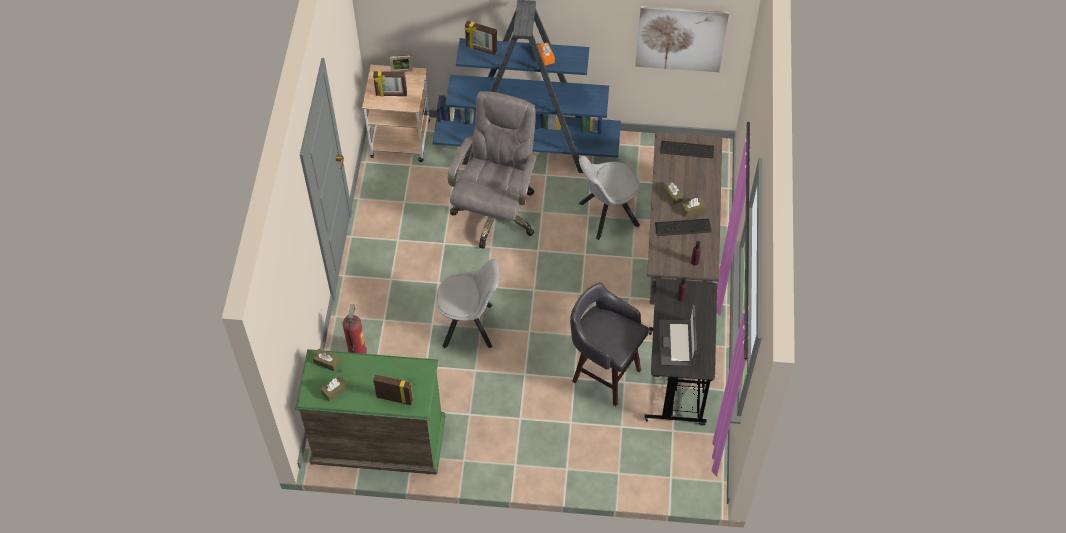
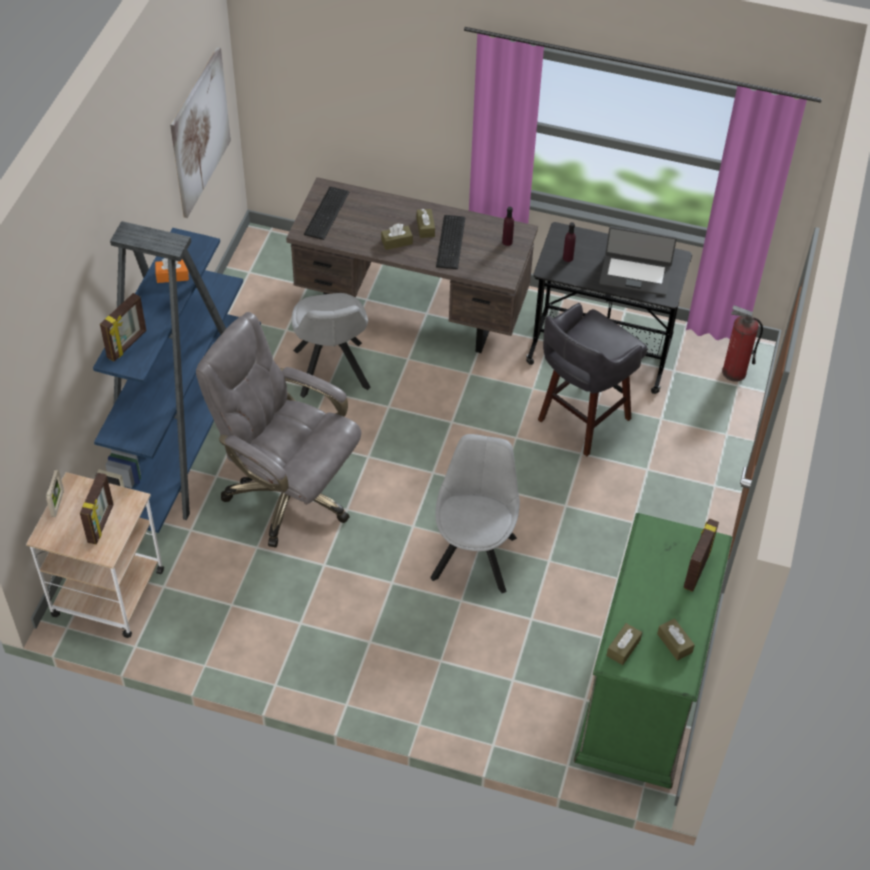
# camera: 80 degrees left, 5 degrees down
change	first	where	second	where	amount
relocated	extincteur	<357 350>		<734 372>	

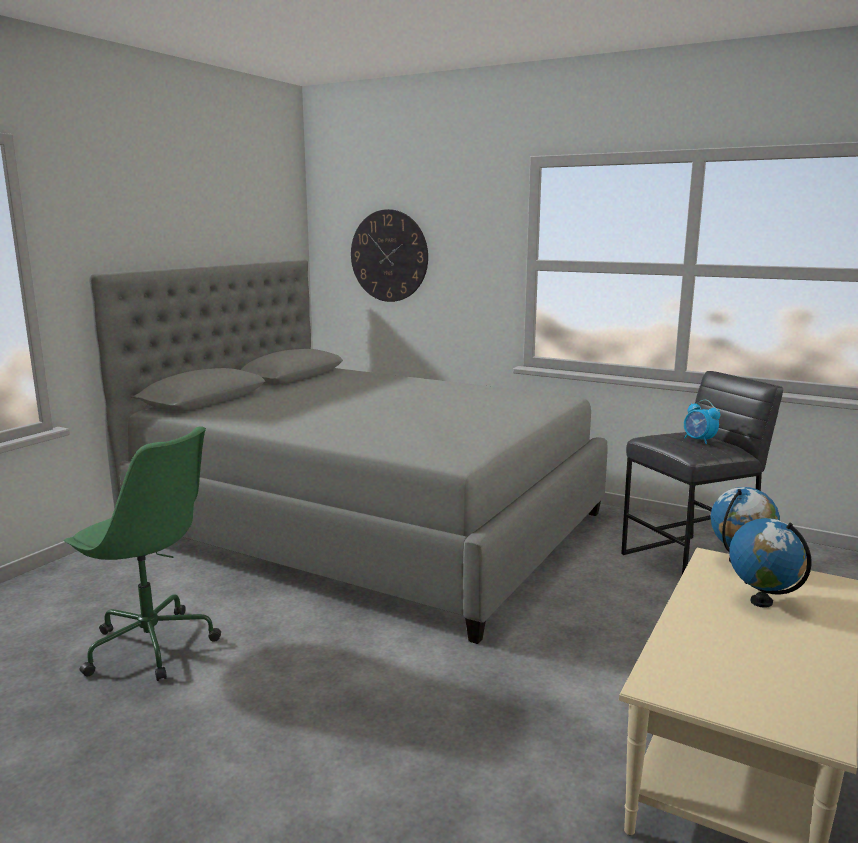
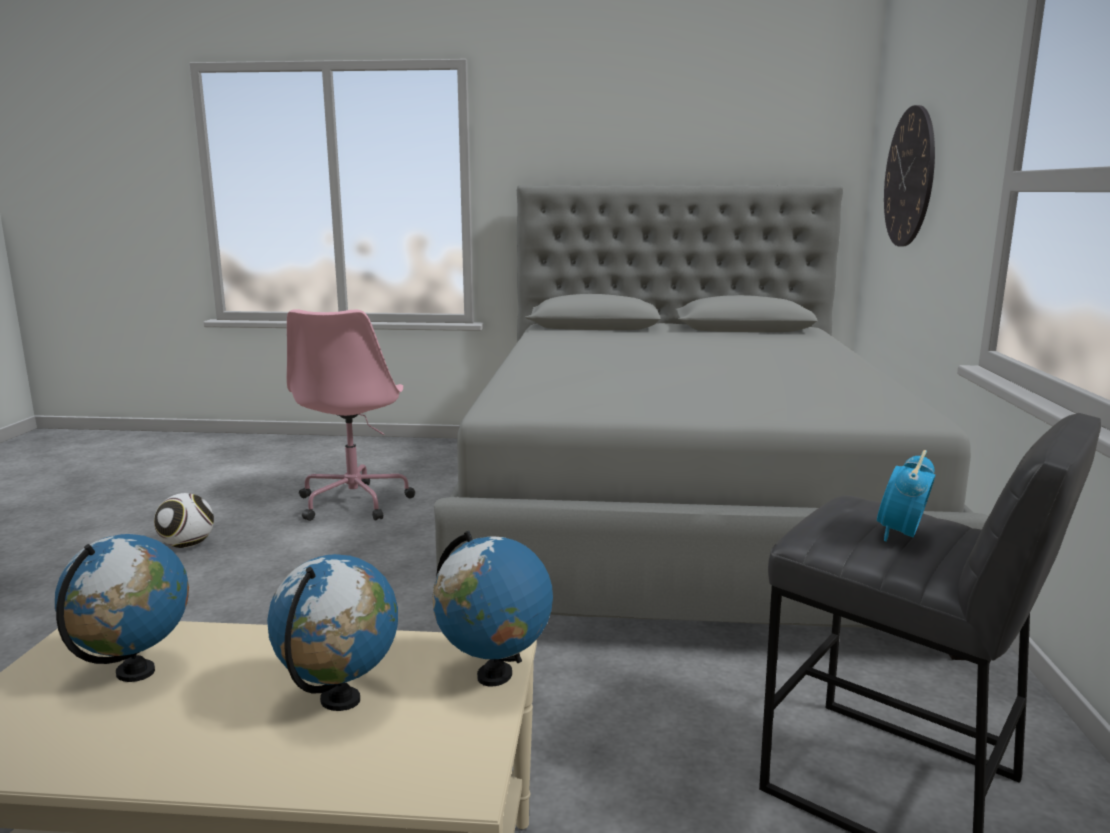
# camera: 65 degrees right, 0 degrees up
change	first	where	second	where	amount
appeared			globe	<135 672>	
appeared			ballon de foot	<187 545>	
colour	chaise de bureau [vert]	<153 647>	chaise de bureau [rose]	<353 504>	

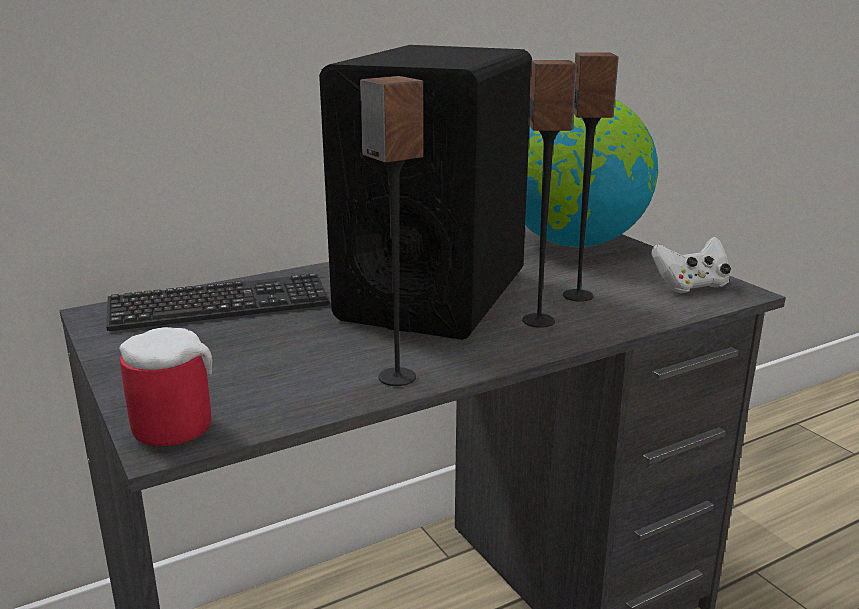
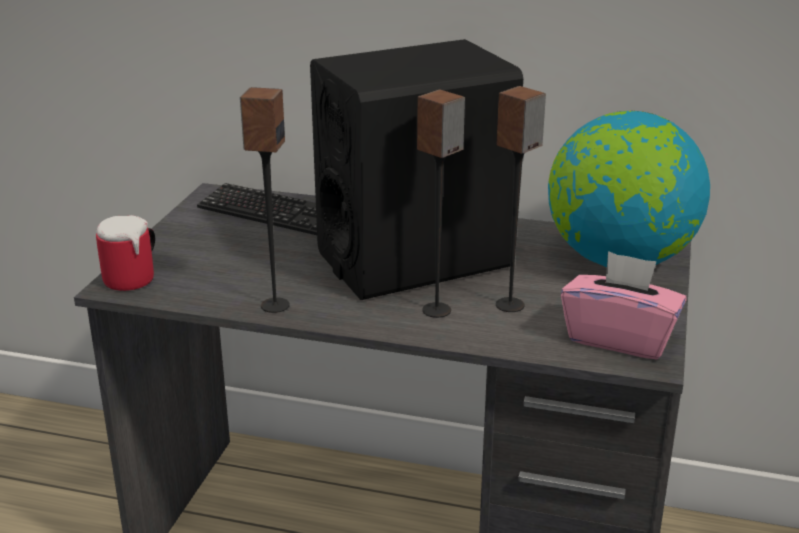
# camera: 45 degrees right, 5 degrees up
change	first	where	second	where	amount
exchanged	manette [blanc]	<691 286>	boîte à mouchoirs [rose]	<620 338>	

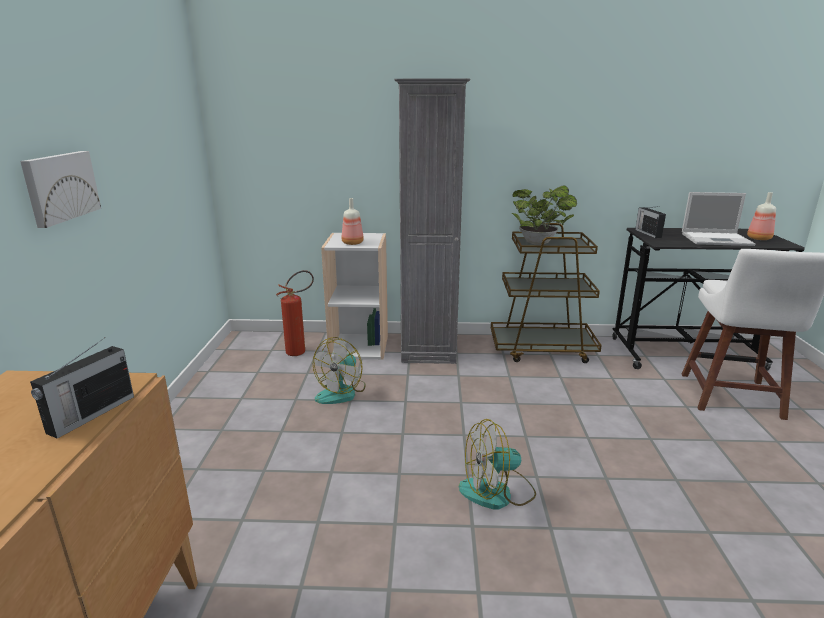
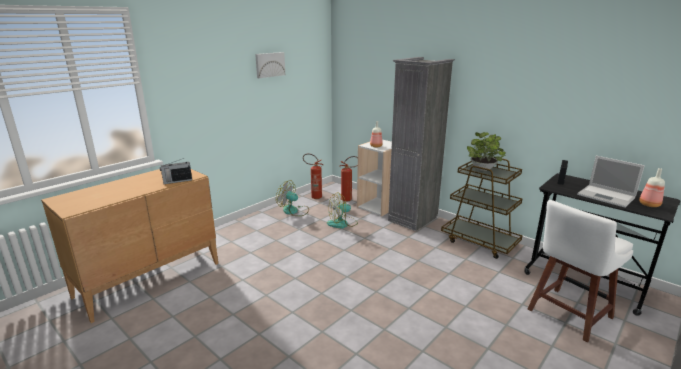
# camera: 40 degrees right, 0 degrees up
change	first	where	second	where	amount
appeared			extincteur	<313 197>	
relocated	tableau	<60 187>		<269 64>	
relocated	ventilateur	<497 492>		<294 211>	

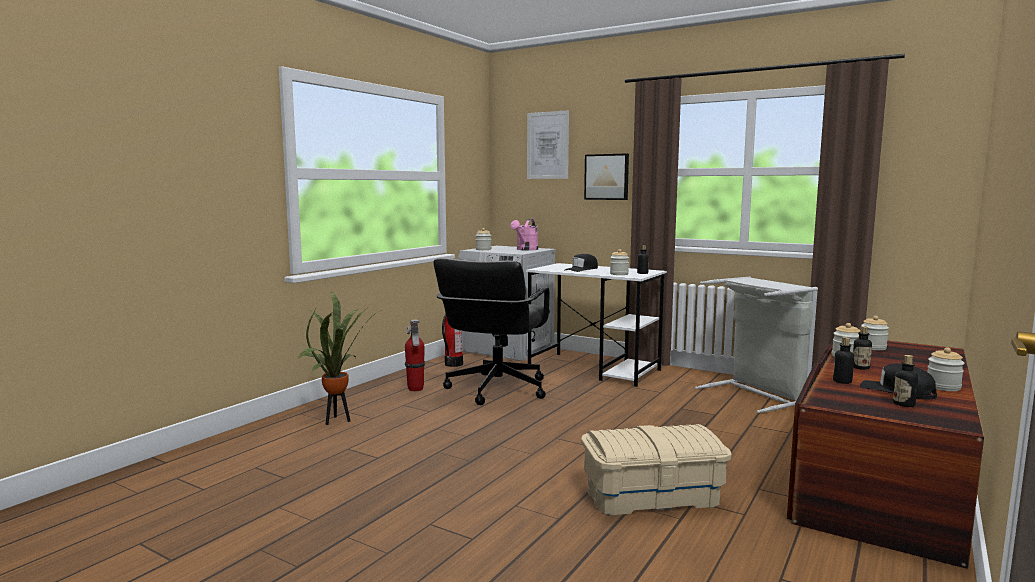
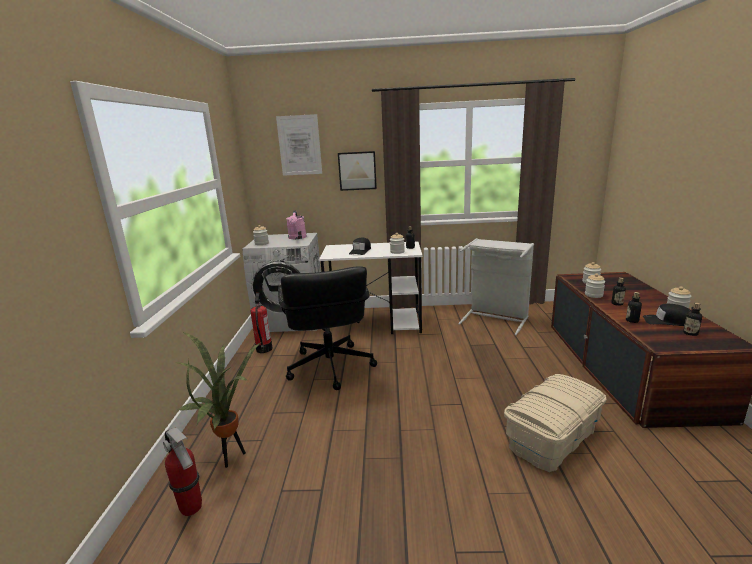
# camera: 30 degrees left, 10 degrees up
change	first	where	second	where	amount
relocated	extincteur	<415 389>		<191 508>	

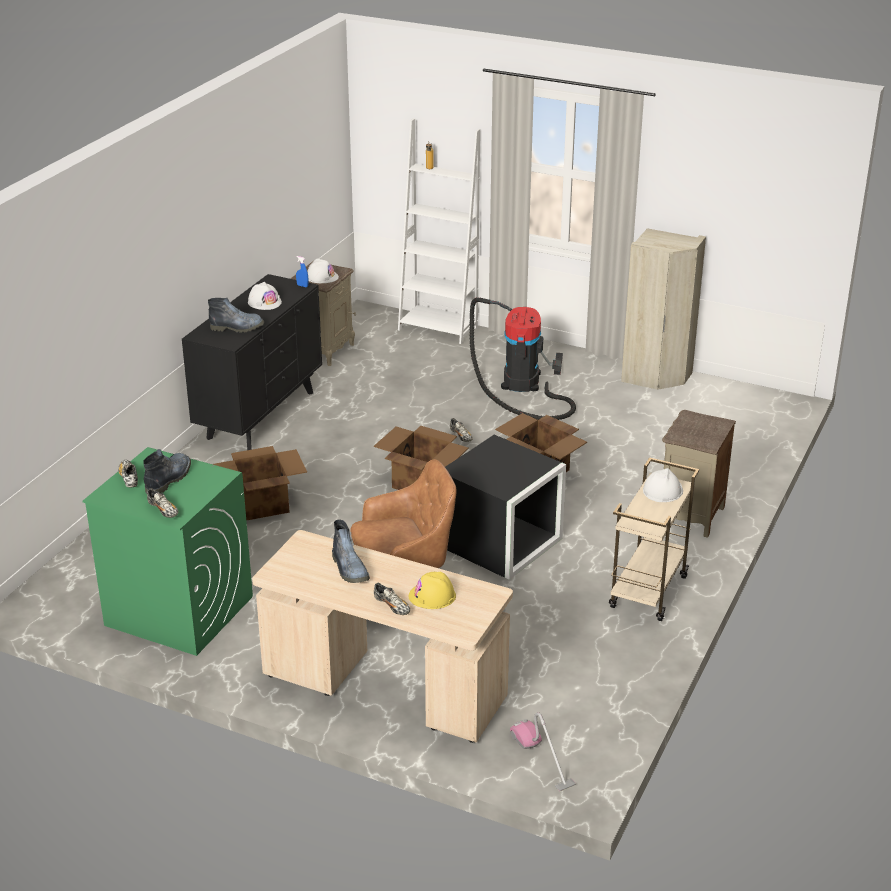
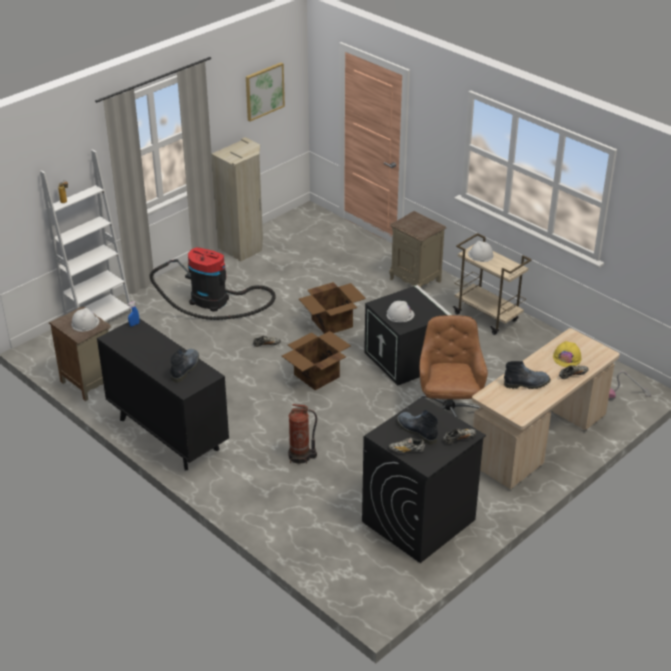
# camera: 70 degrees left, 5 degrees up
change	first	where	second	where	amount
appeared			tableau	<264 91>	
relocated	casque de chantier [blanc]	<264 302>		<400 315>	
exchanged	carton	<261 504>	extincteur	<301 456>	
colour	lave-linge [vert]	<178 611>	lave-linge [noir]	<418 521>	

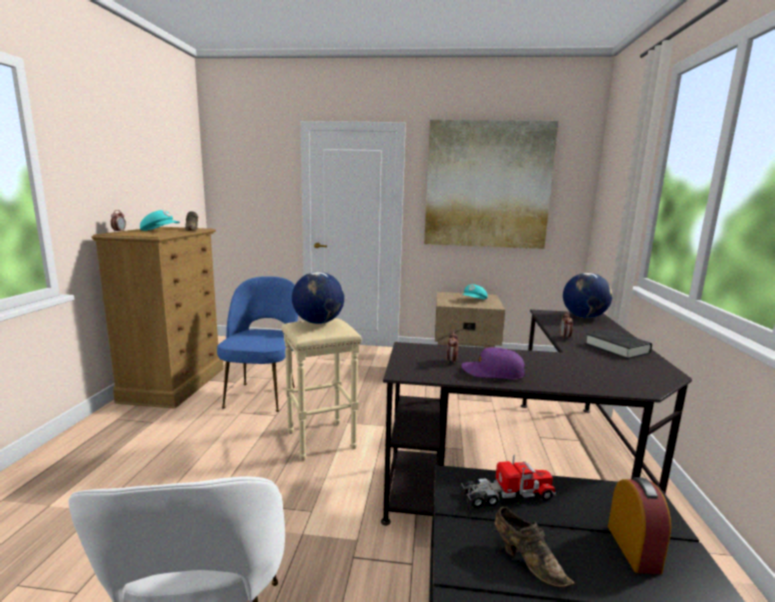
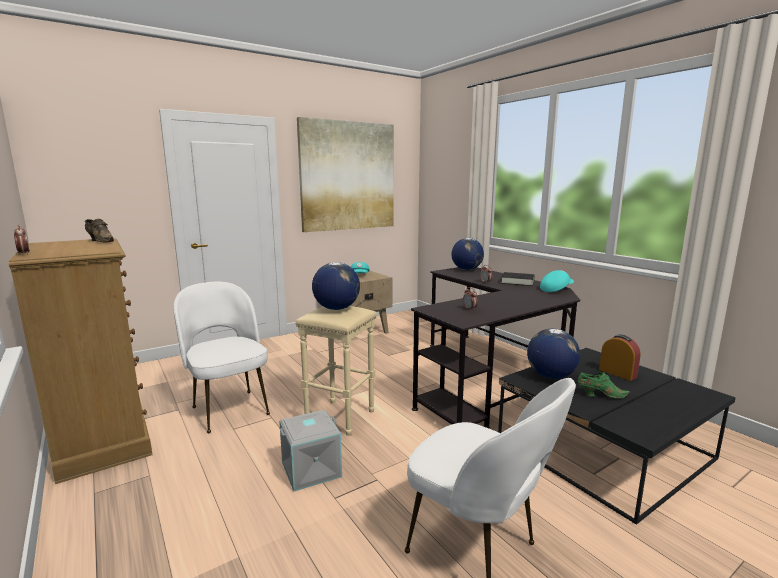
# camera: 40 degrees left, 0 degrees up
change	first	where	second	where	amount
missing	casquette [violet]	<492 372>			
appeared			boîte de rangement [gris]	<311 470>	
relocated	casquette [turquoise]	<160 231>		<556 289>	
exchanged	camion jouet	<507 496>	globe	<550 376>	
colour	chaise [bleu]	<263 394>	chaise [blanc]	<229 408>	
colour	chaussure [marron]	<527 560>	chaussure [vert]	<600 395>	

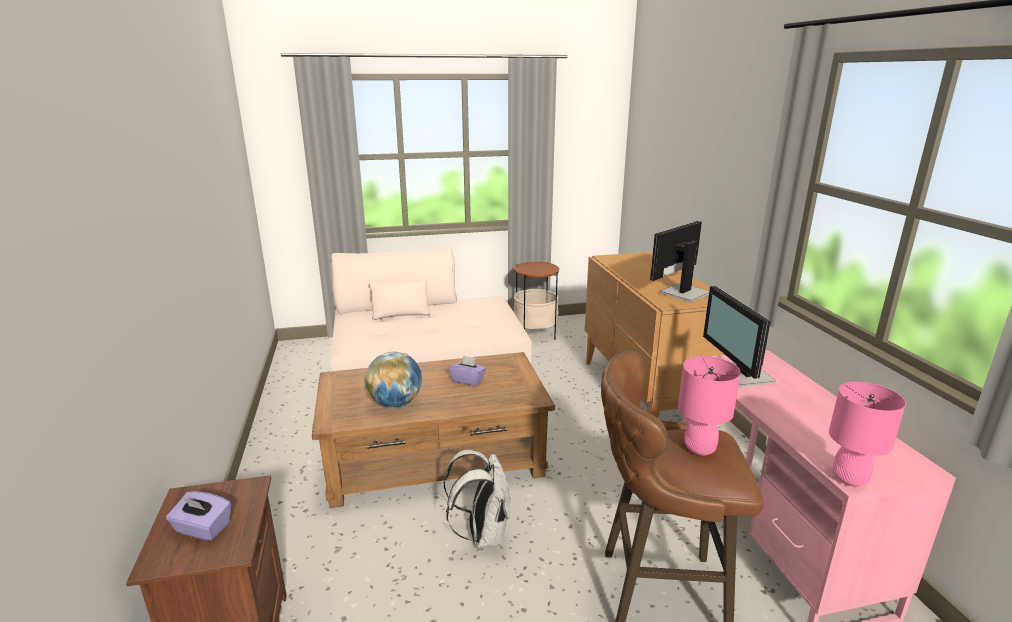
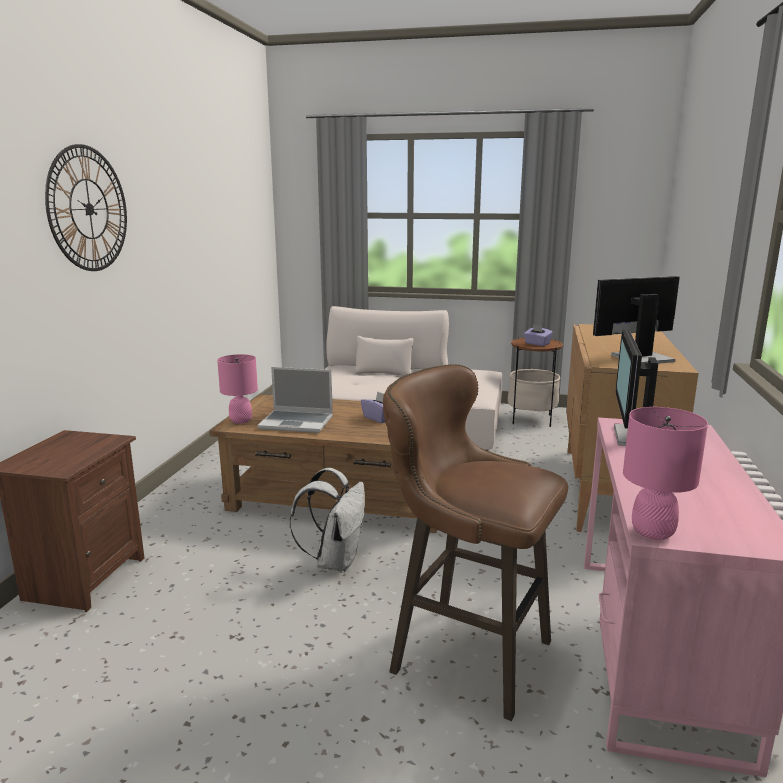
# camera: 25 degrees right, 5 degrees down
change	first	where	second	where	amount
appeared			horloge murale	<89 209>	
relocated	boîte à mouchoirs [violet]	<202 529>		<537 344>	
relocated	lampe de table [rose]	<700 449>		<242 421>	
exchanged	globe	<396 403>	ordinateur portable	<297 423>	

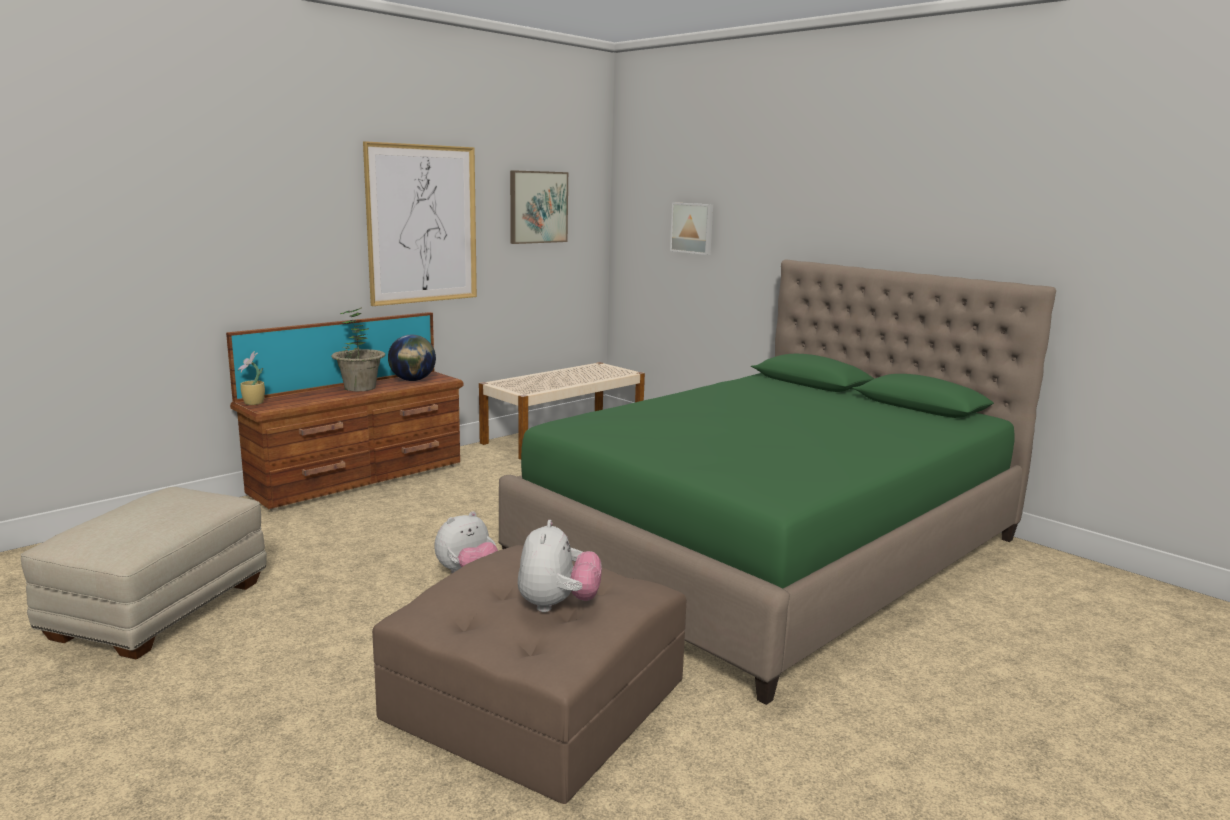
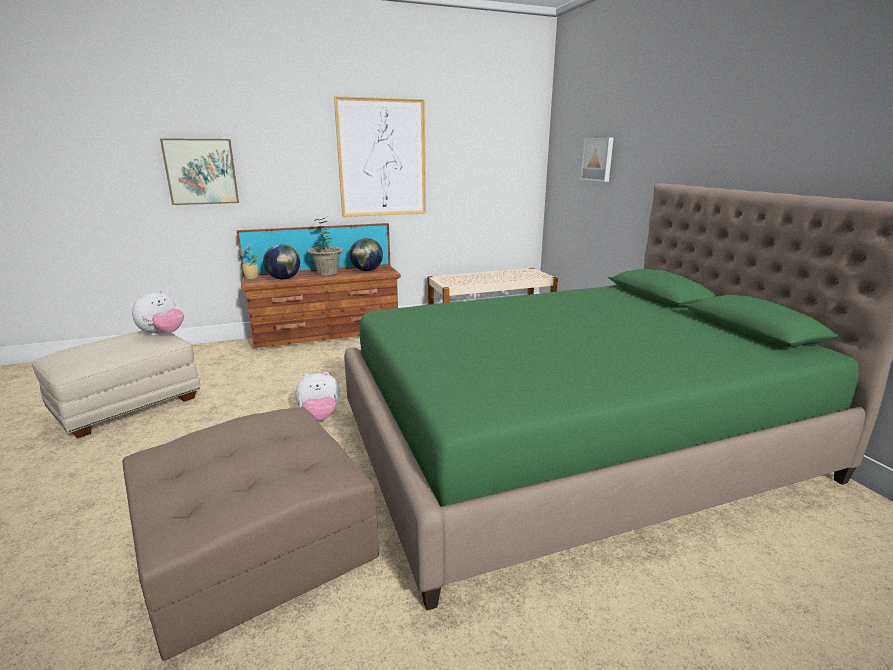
# camera: 25 degrees right, 5 degrees up
change	first	where	second	where	amount
appeared			globe	<284 279>	
relocated	tableau	<538 207>		<201 171>	
relocated	peluche	<557 605>		<163 334>	

